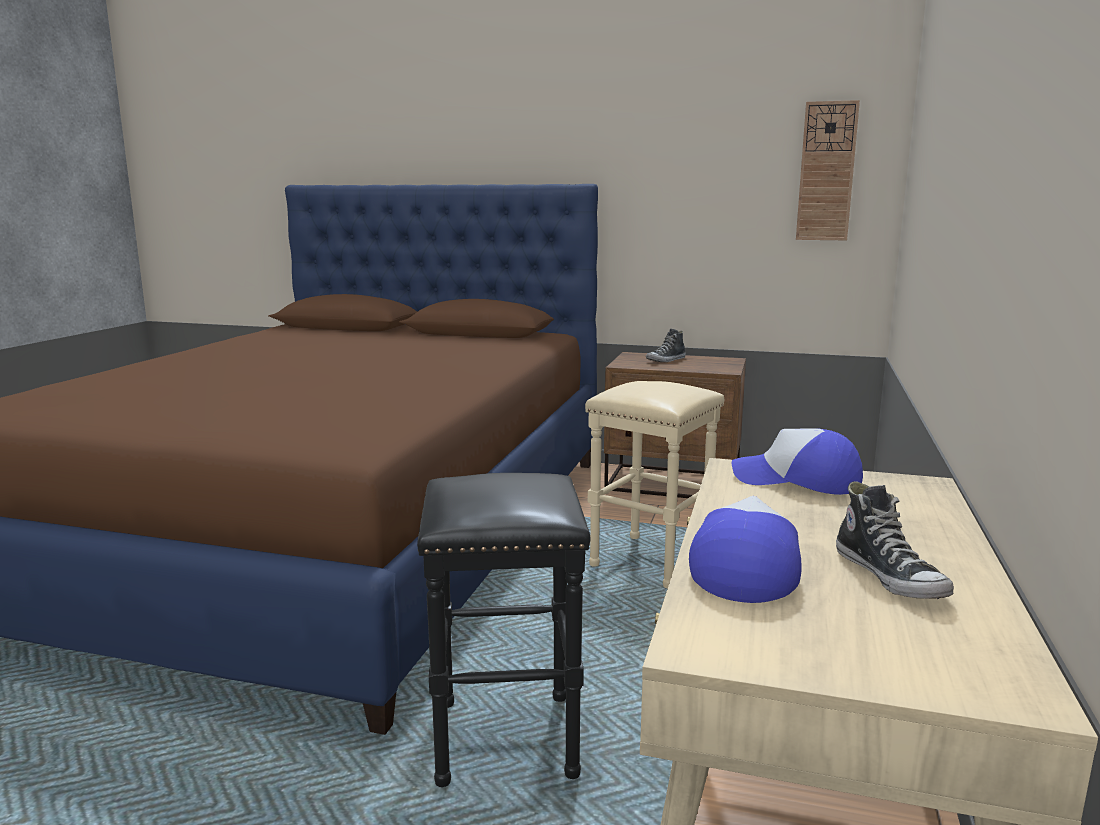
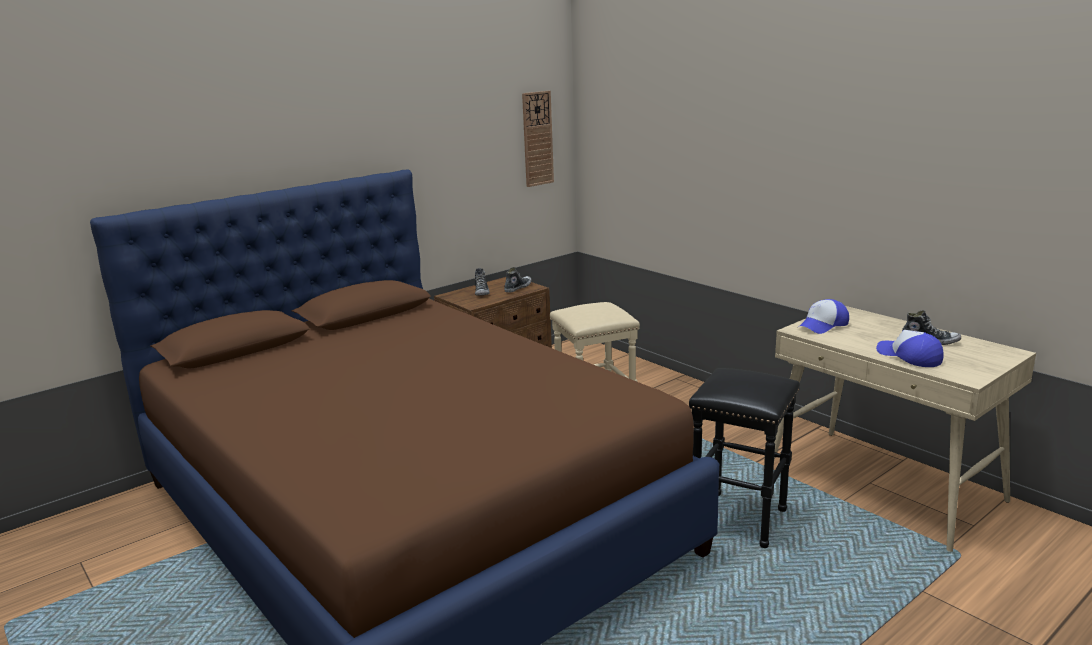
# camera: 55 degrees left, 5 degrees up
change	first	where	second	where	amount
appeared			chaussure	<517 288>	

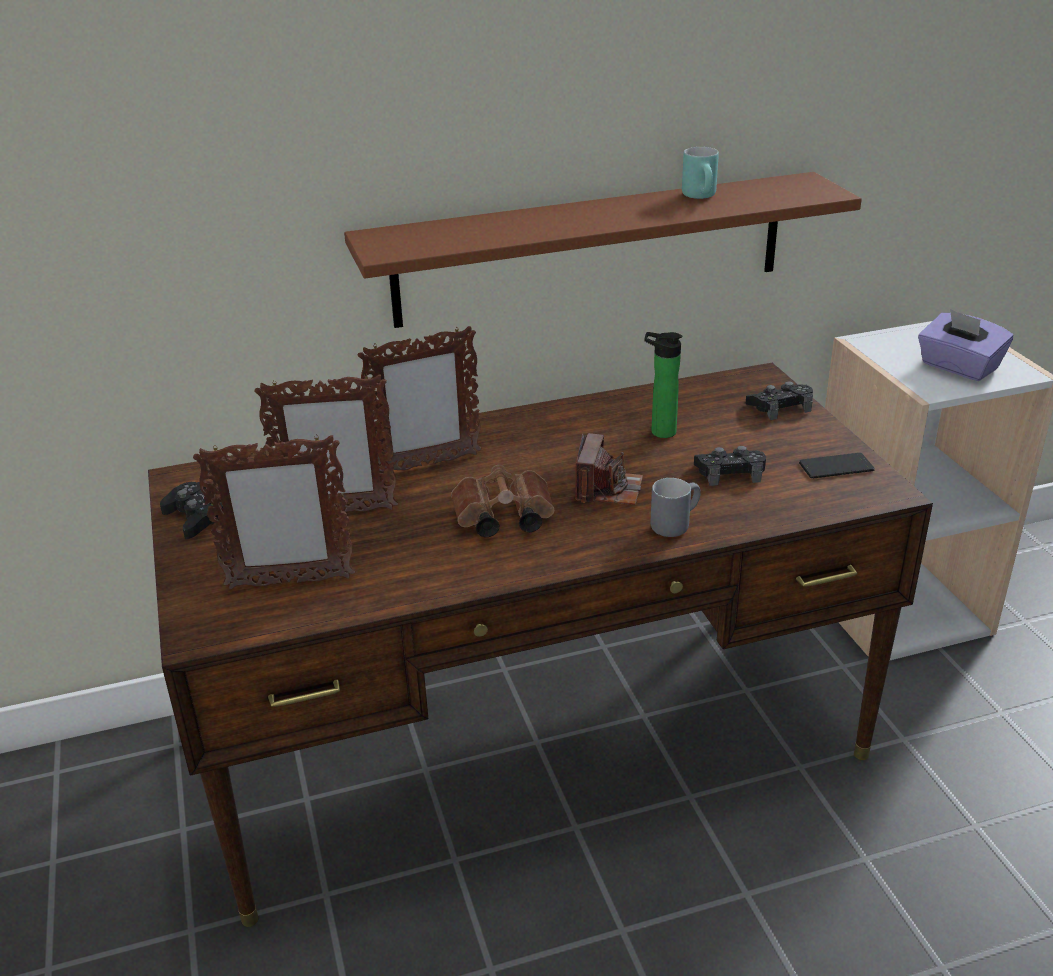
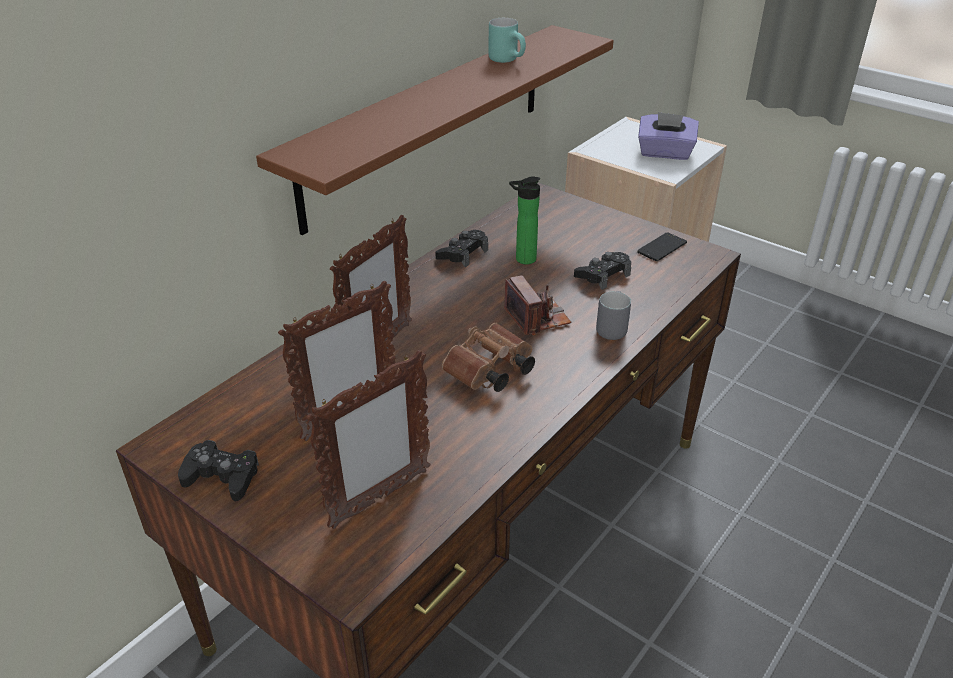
# camera: 35 degrees left, 5 degrees up
change	first	where	second	where	amount
relocated	manette [noir]	<780 407>		<462 254>	

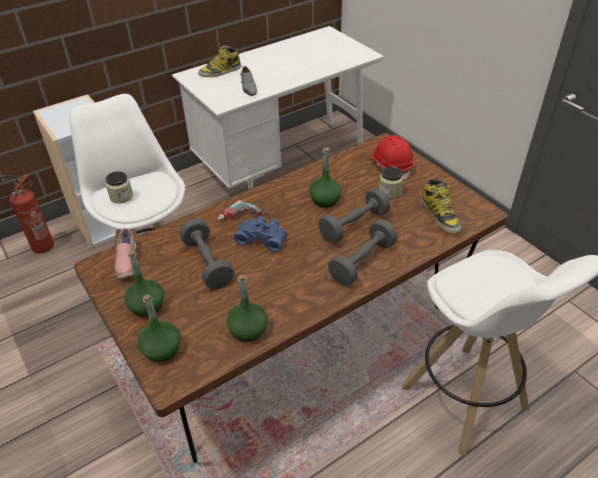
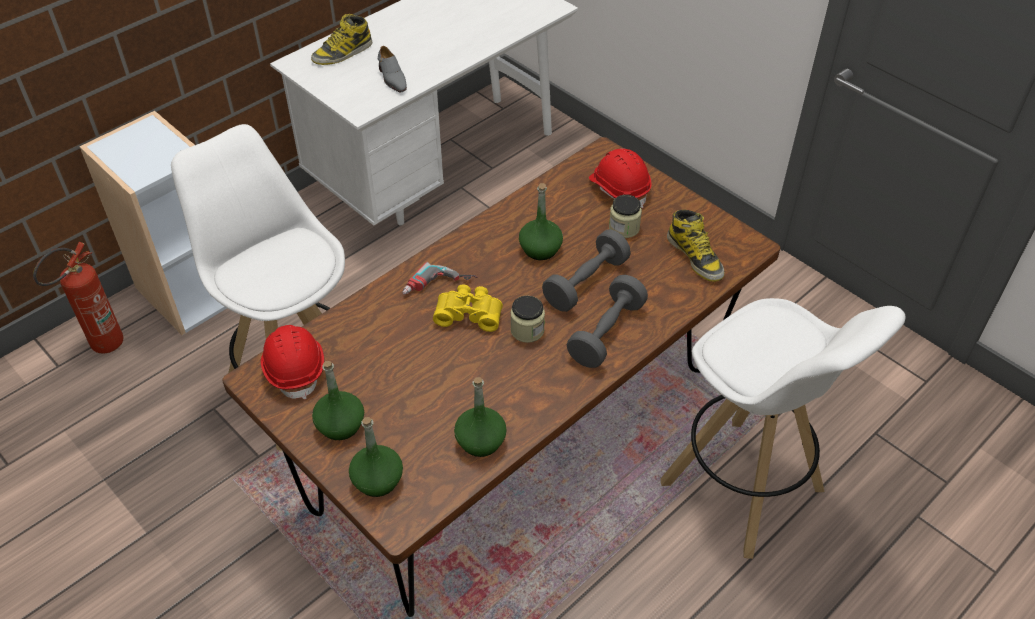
# camera: 10 degrees left, 5 degrees up
change	first	where	second	where	amount
missing	haltère [gris]	<207 263>			
relocated	bocal	<121 196>		<527 330>	
exchanged	chaussure [rose]	<127 262>	casque de chantier [rouge]	<295 368>	
colour	jumelles [bleu]	<262 238>	jumelles [jaune]	<469 313>	

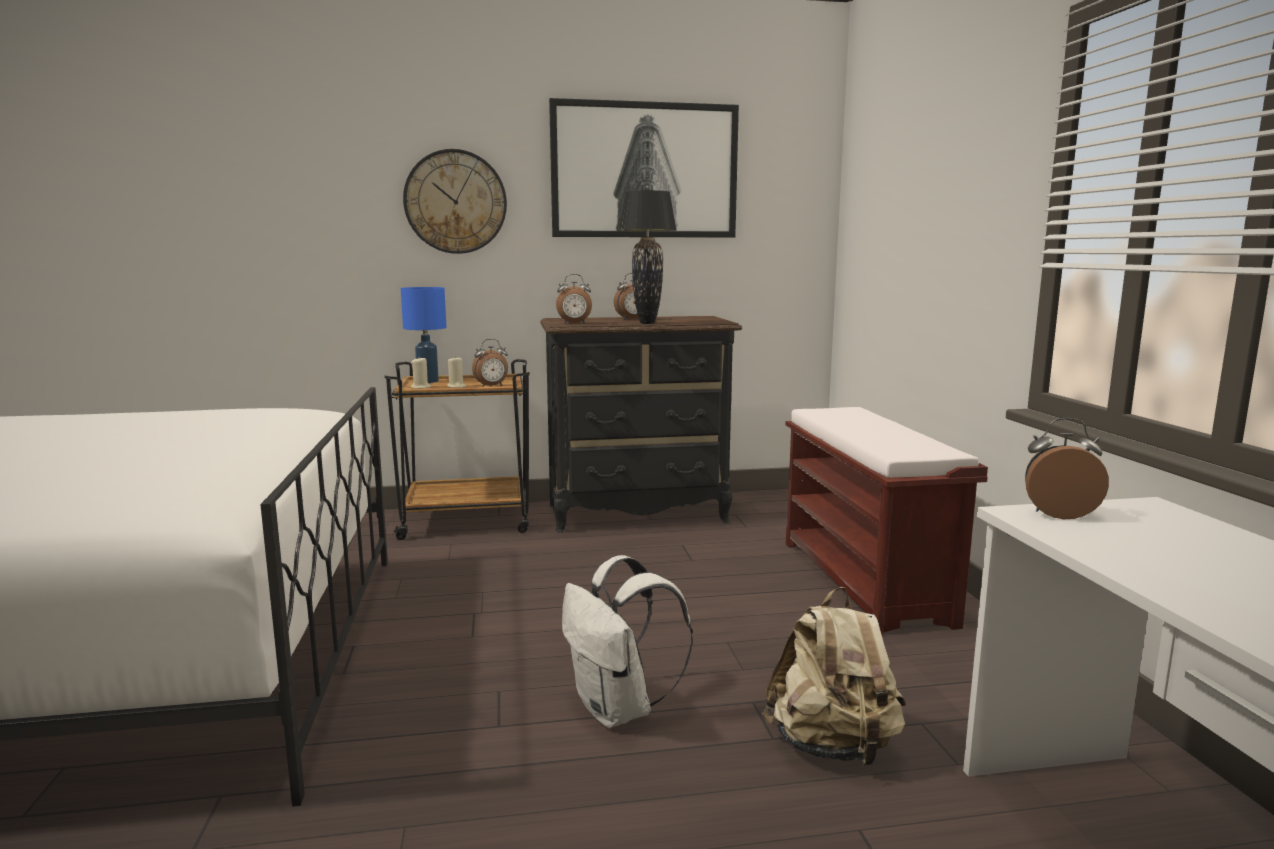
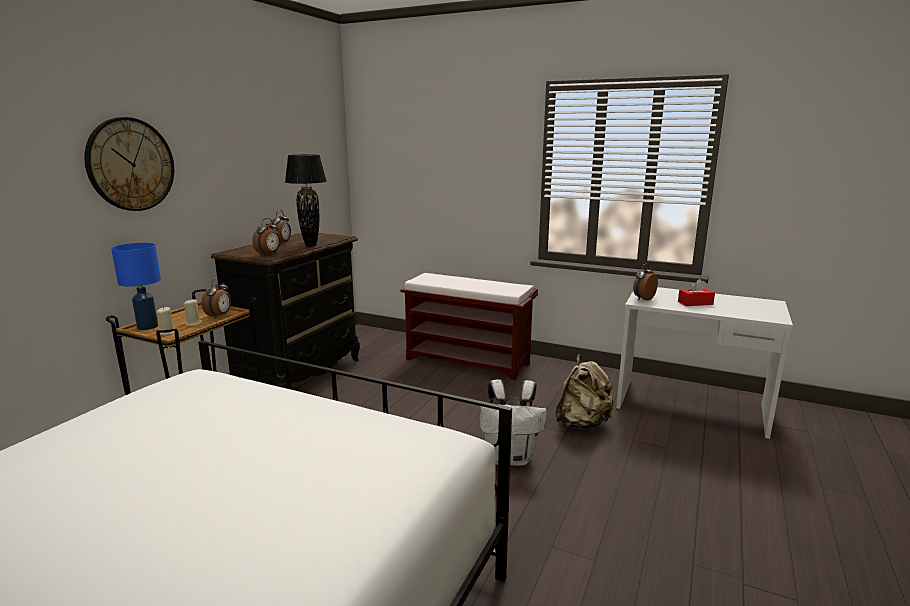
# camera: 55 degrees left, 5 degrees up
change	first	where	second	where	amount
missing	tableau	<644 171>			
appeared			boîte à mouchoirs [rouge]	<695 303>	

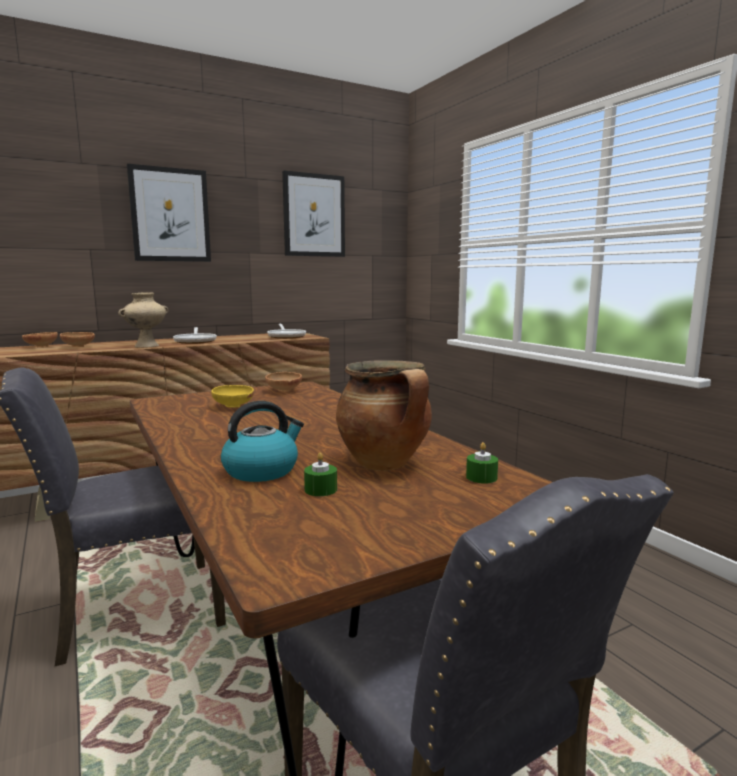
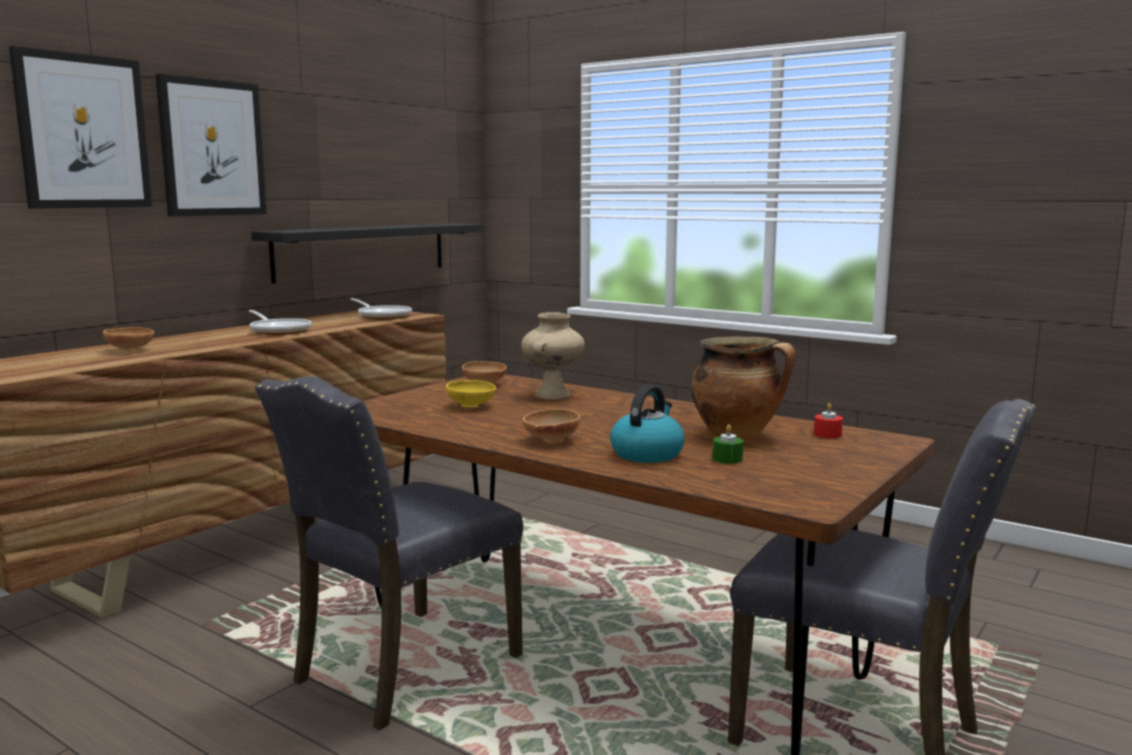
# camera: 25 degrees left, 0 degrees up
change	first	where	second	where	amount
appeared			étagère [noir]	<363 250>	
relocated	bol [marron]	<40 347>		<550 440>	
relocated	vase [beige]	<146 346>		<553 396>	
relocated	tableau	<314 215>		<83 132>	
colour	bougie [vert]	<481 477>	bougie [rouge]	<827 434>	

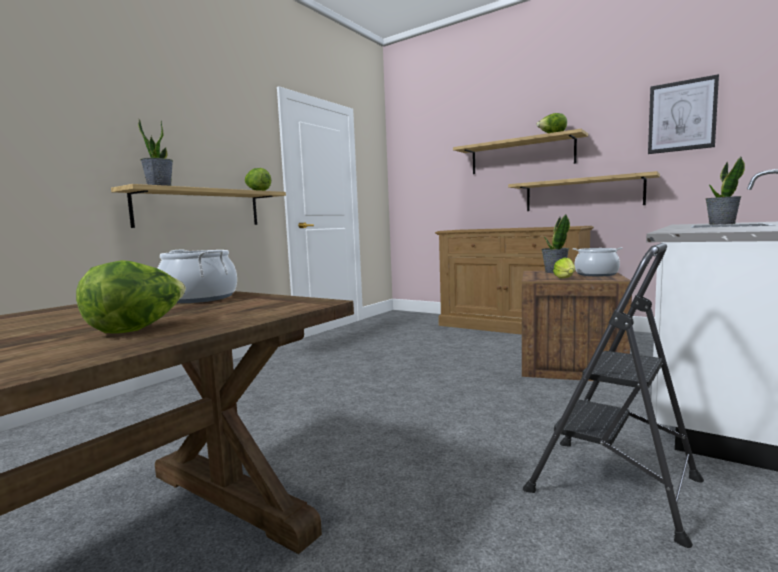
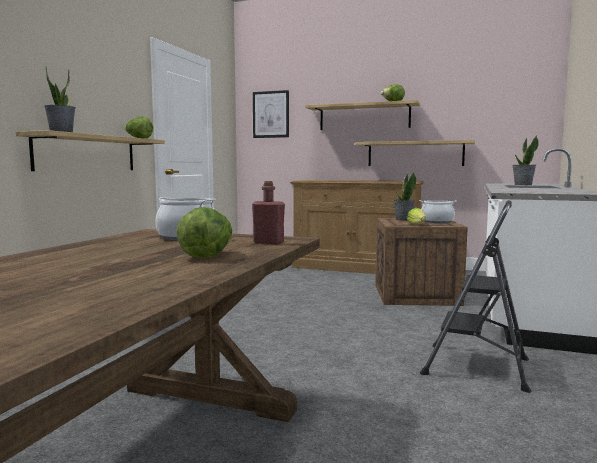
# camera: 15 degrees left, 0 degrees up
change	first	where	second	where	amount
appeared			bouteille [rouge]	<268 242>	
relocated	tableau	<681 116>		<271 114>	

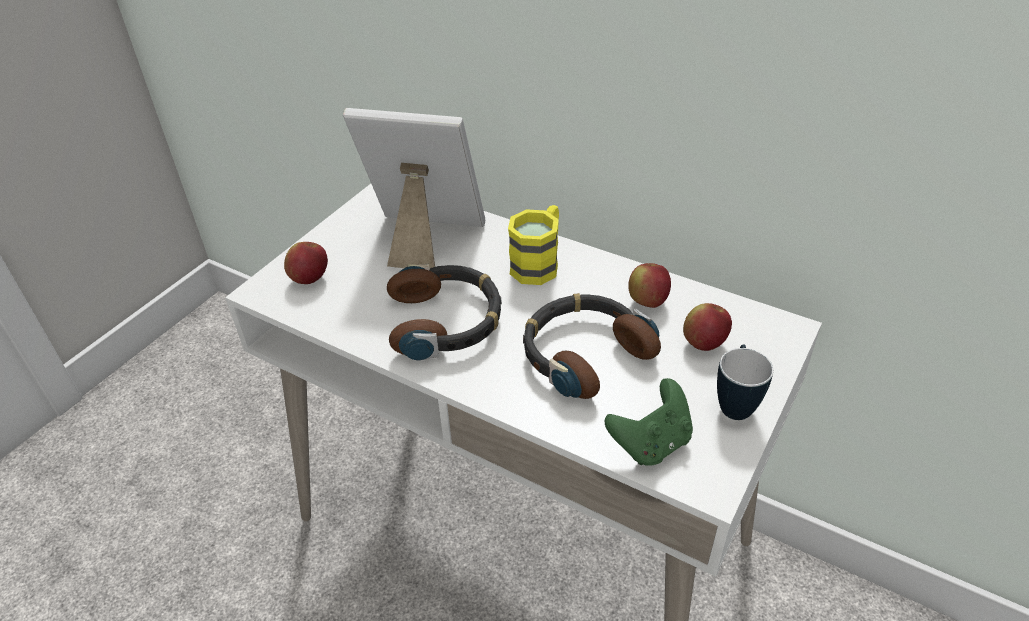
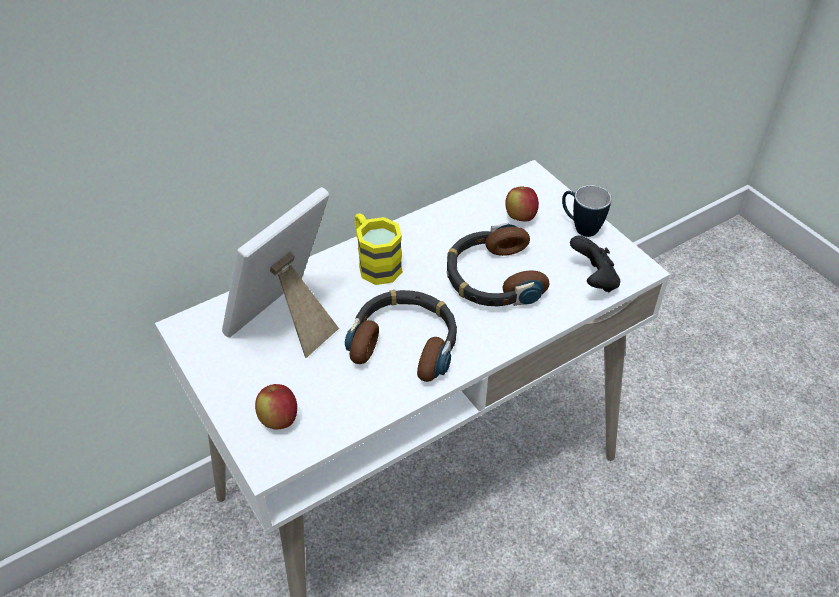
# camera: 65 degrees left, 5 degrees up
change	first	where	second	where	amount
missing	pomme	<647 301>			
colour	manette [vert]	<651 443>	manette [noir]	<593 280>	

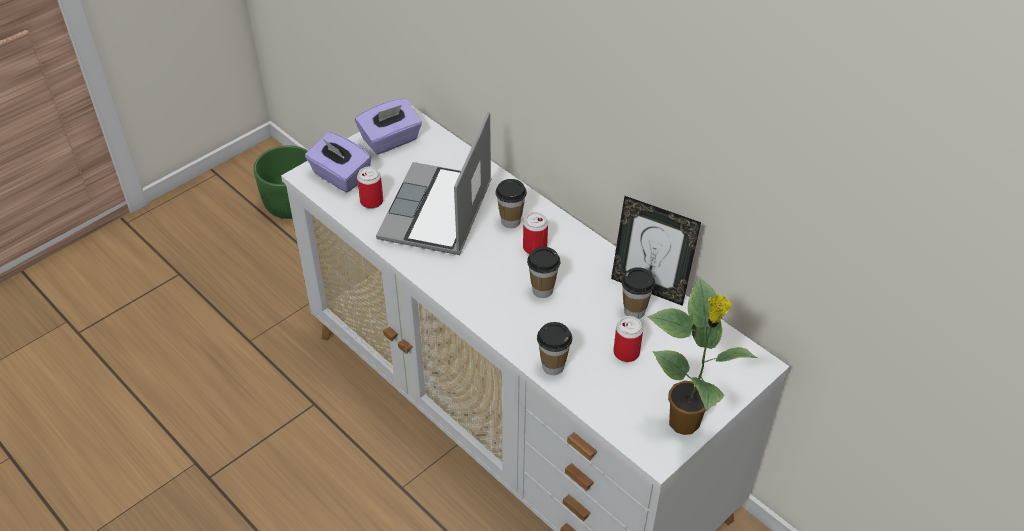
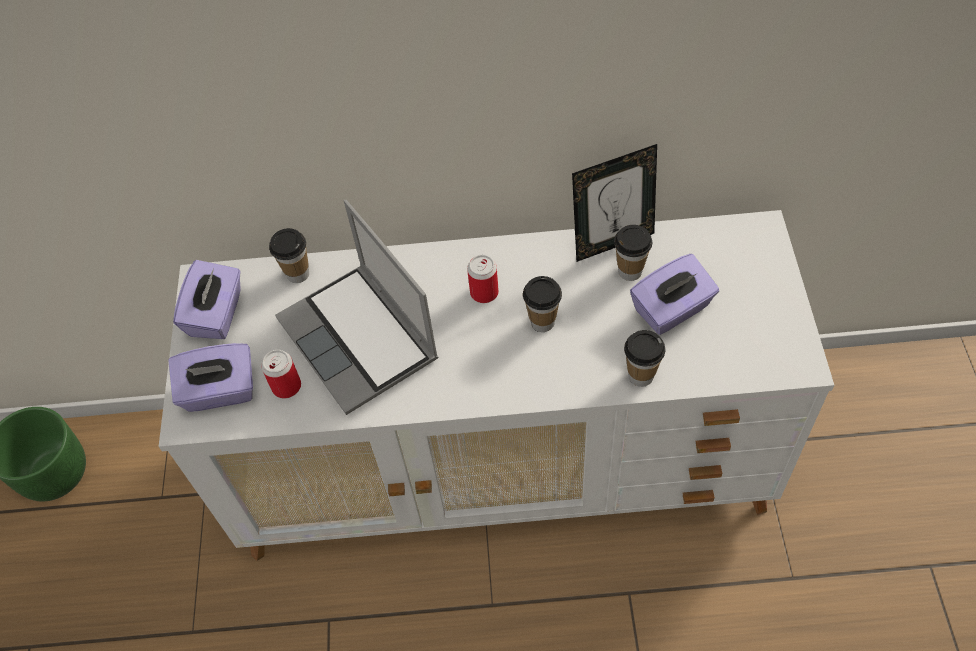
# camera: 45 degrees left, 10 degrees up
change	first	where	second	where	amount
missing	plante en pot	<686 423>			
relocated	tasse	<510 221>		<298 274>	
exchanged	boîte métallique	<626 352>	boîte à mouchoirs [violet]	<672 310>	

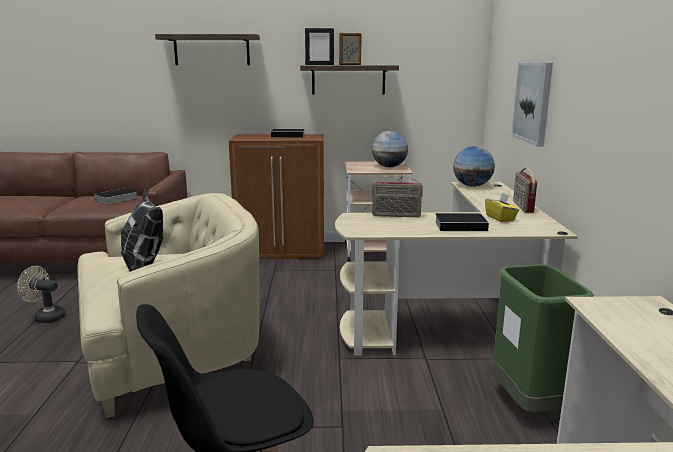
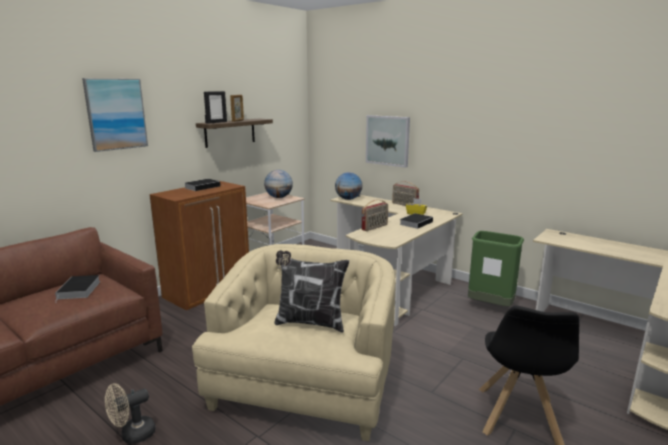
# camera: 50 degrees left, 0 degrees up
change	first	where	second	where	amount
exchanged	étagère	<211 50>	tableau	<116 114>	

